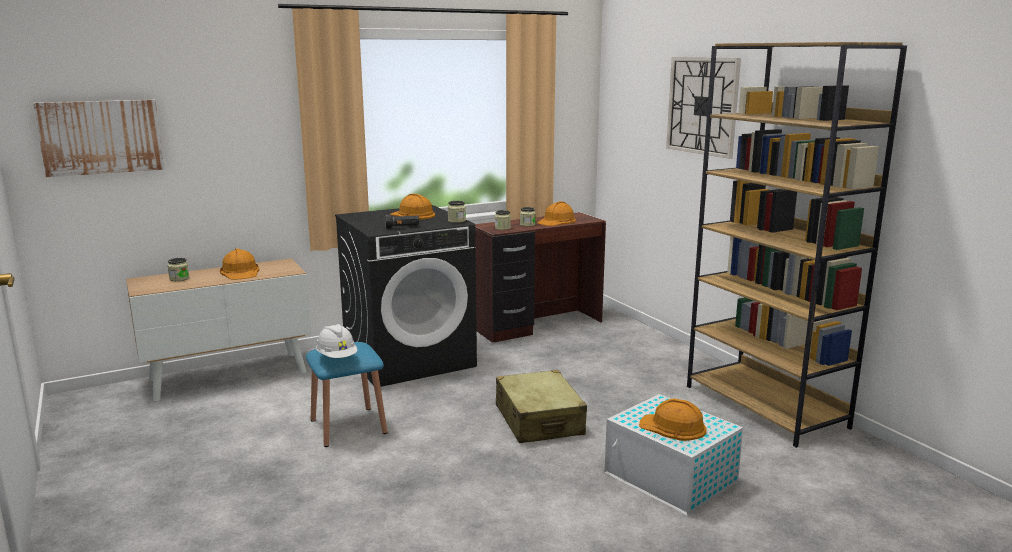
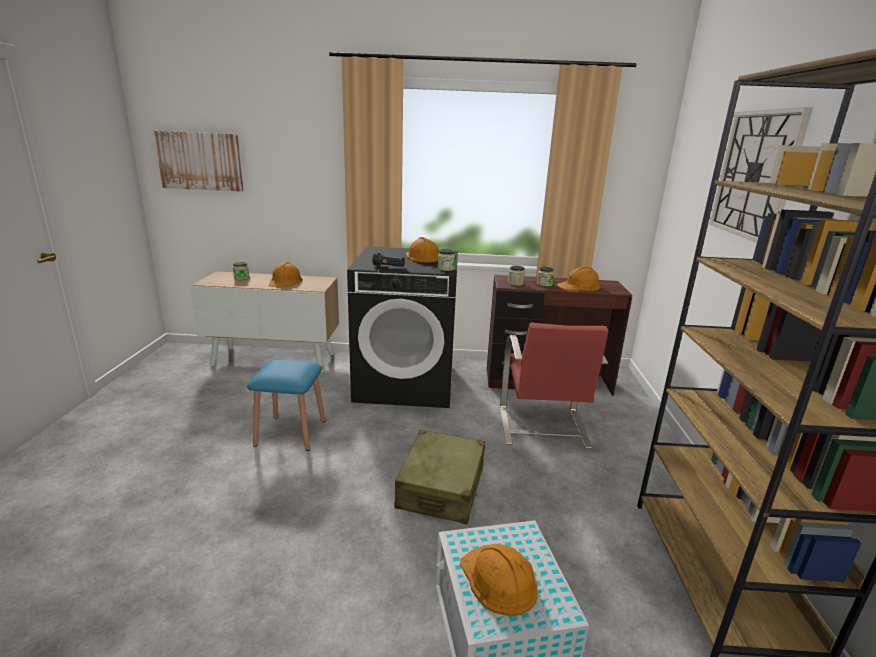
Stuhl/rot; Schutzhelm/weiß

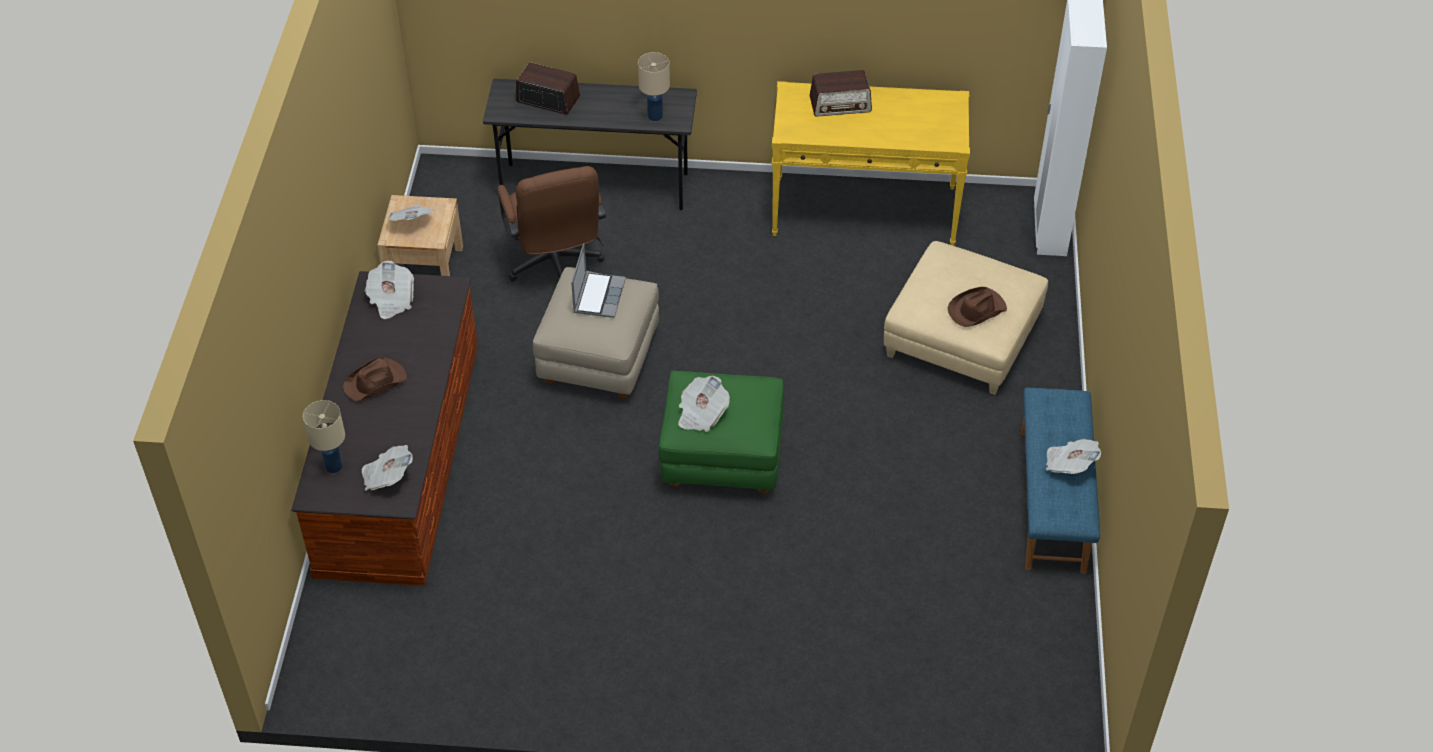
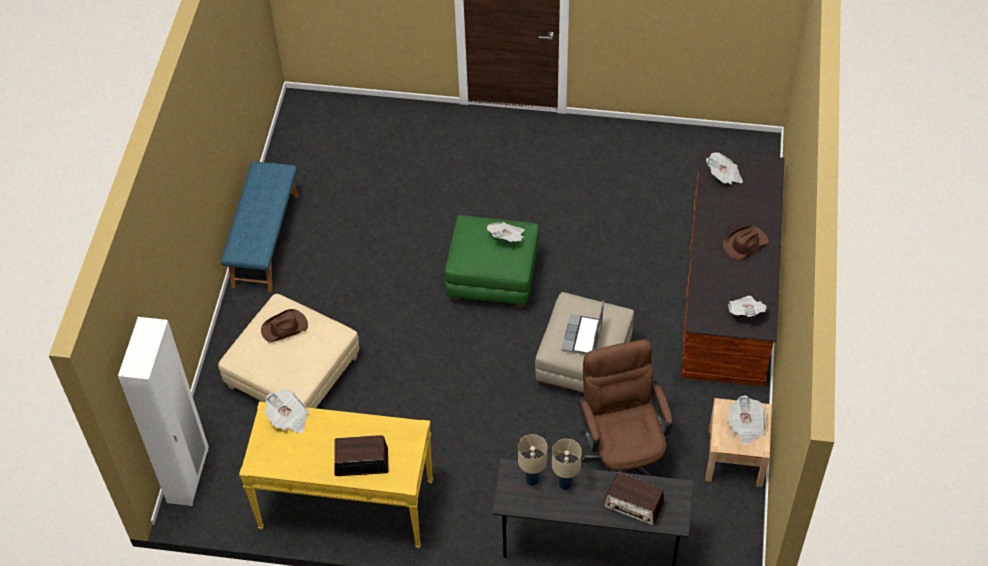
Zeitung (1st from left); Tischlampe/beige (2nd from left)

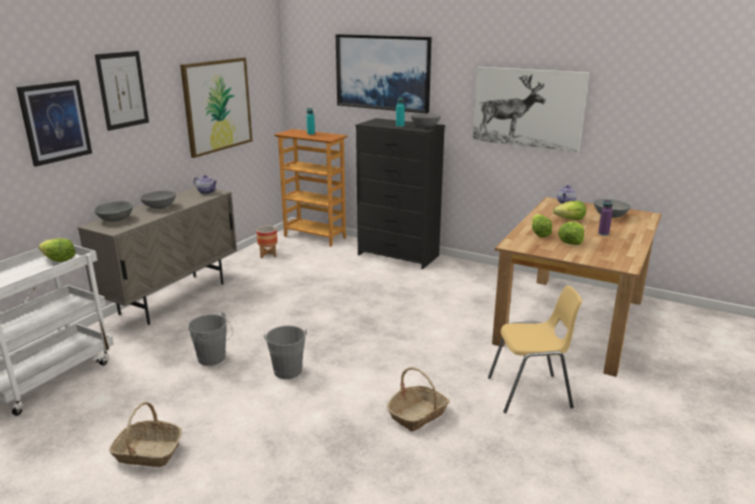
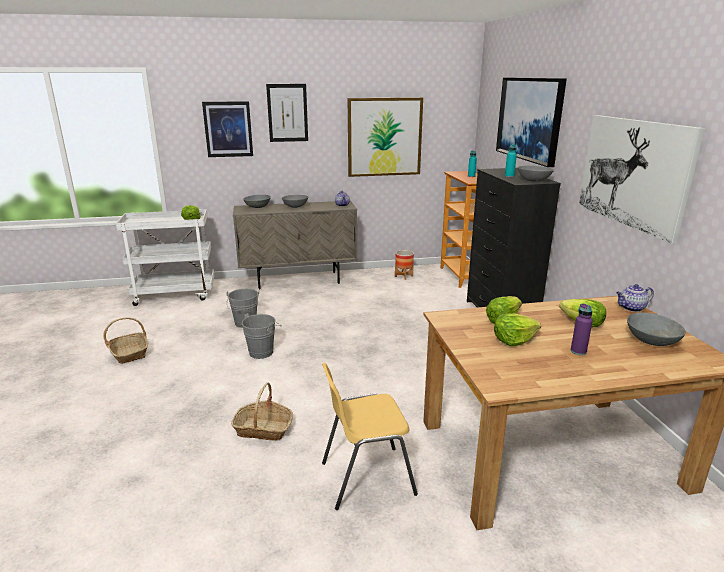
Stuhl/gelb

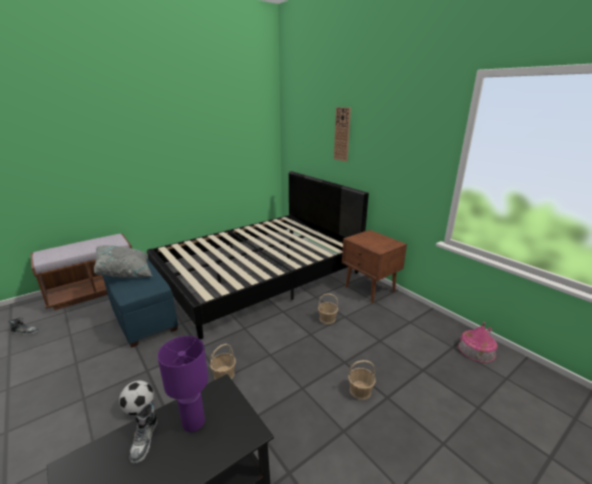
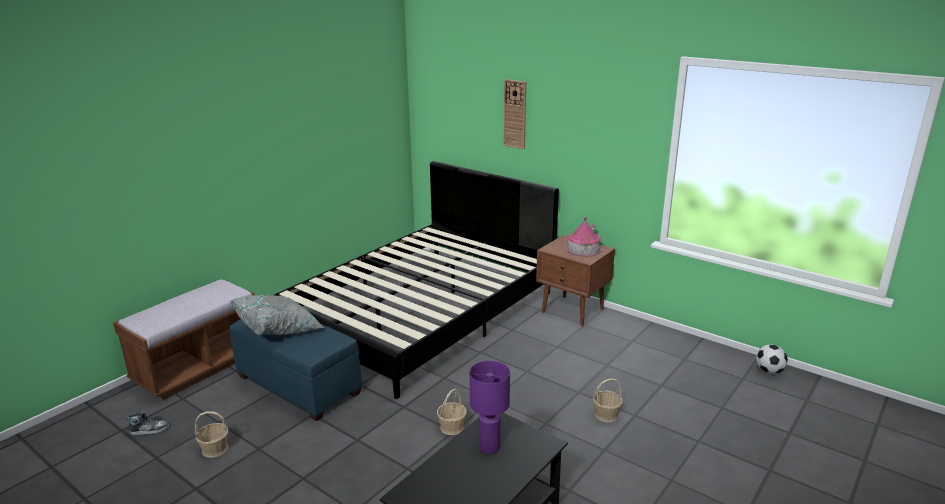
Korb (1st from left); Spielzeughaus; Fußball; Schuh (2nd from left in the first image)

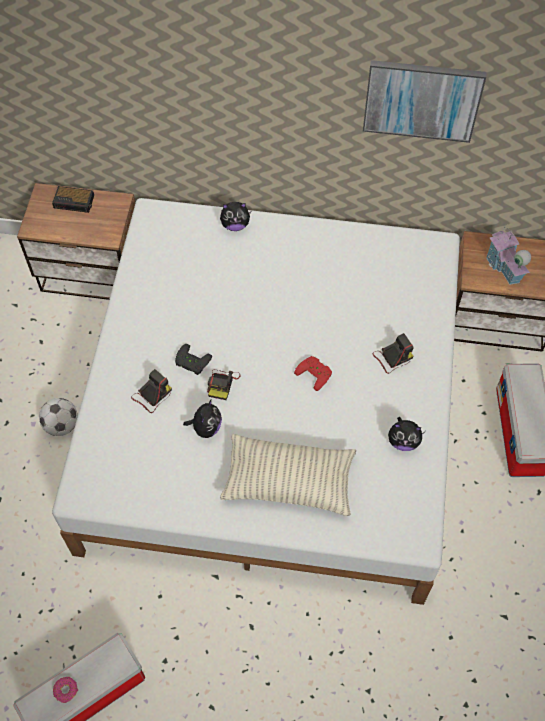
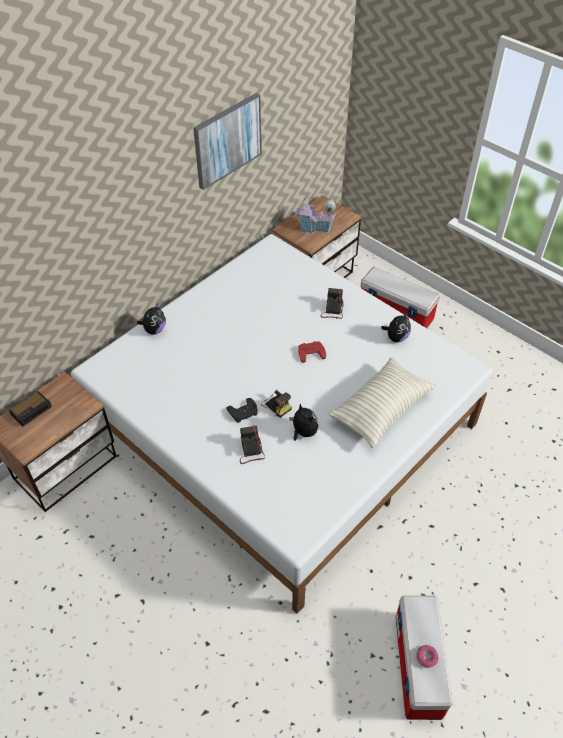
Fußball

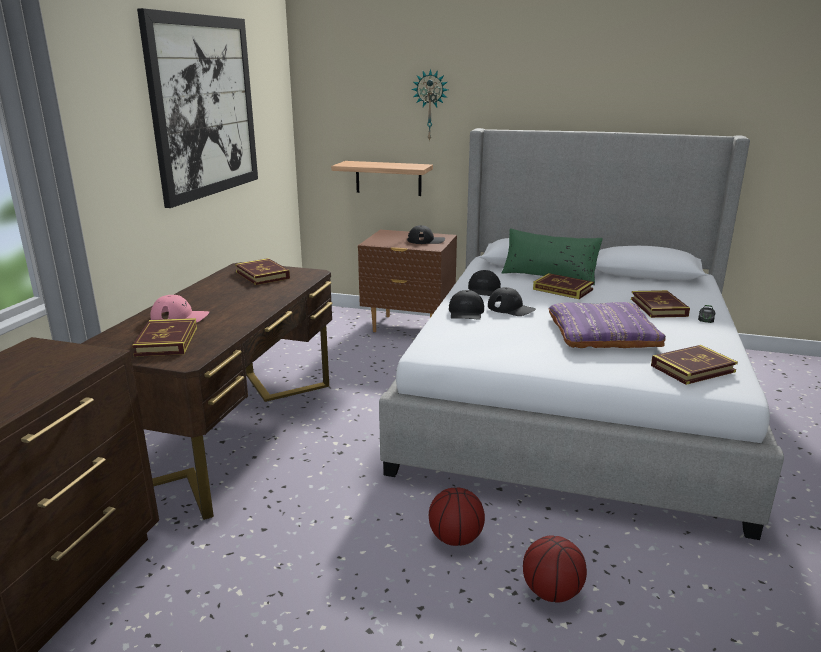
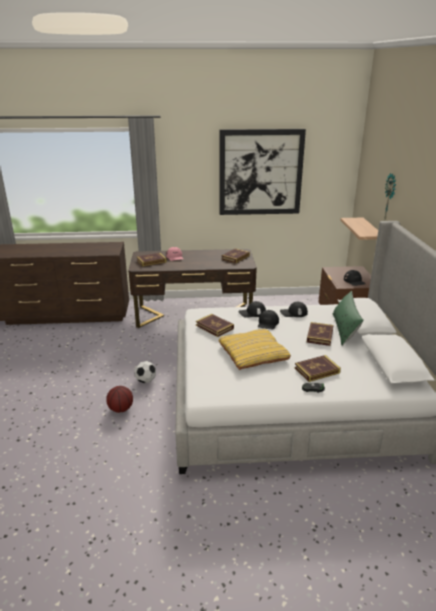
Fußball; Buch (2nd from left); Kissen/gelb

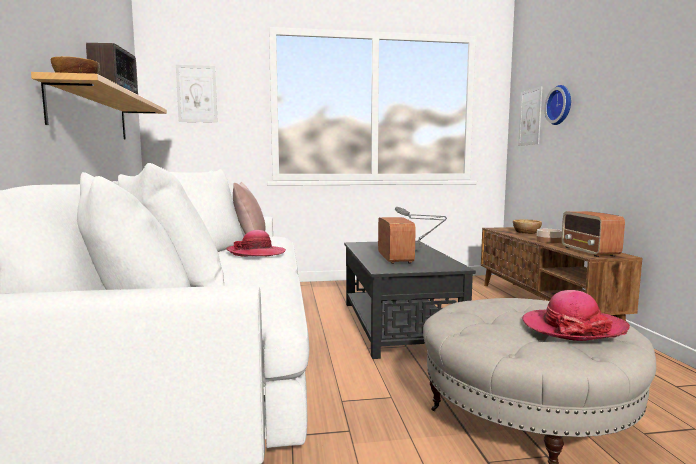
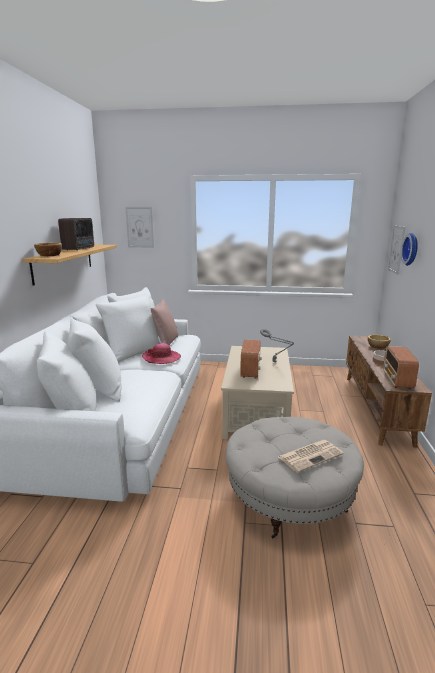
Couchtisch/beige; Zeitung

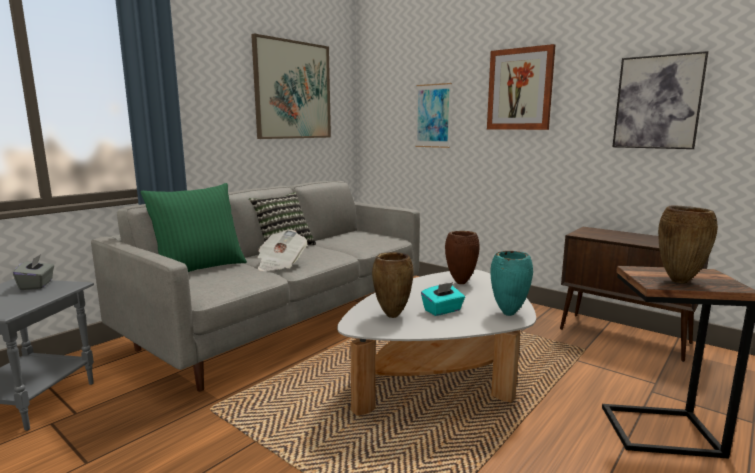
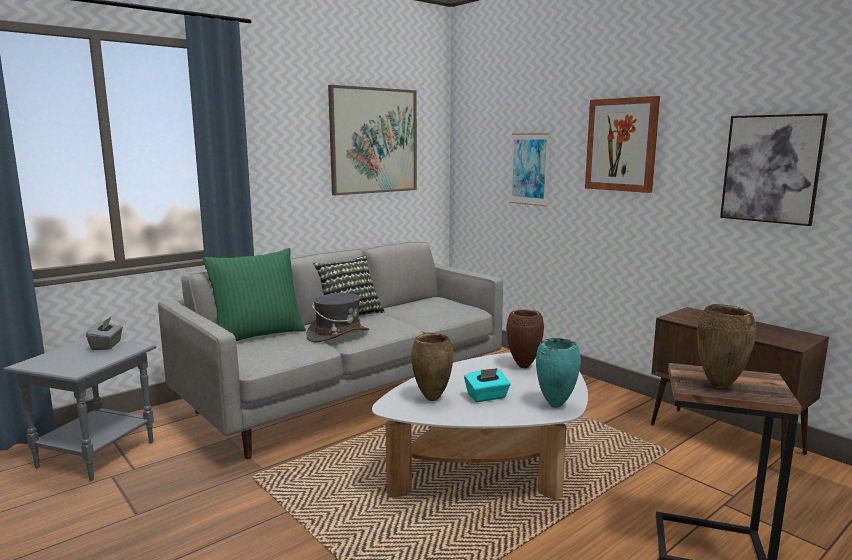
Hut/grau

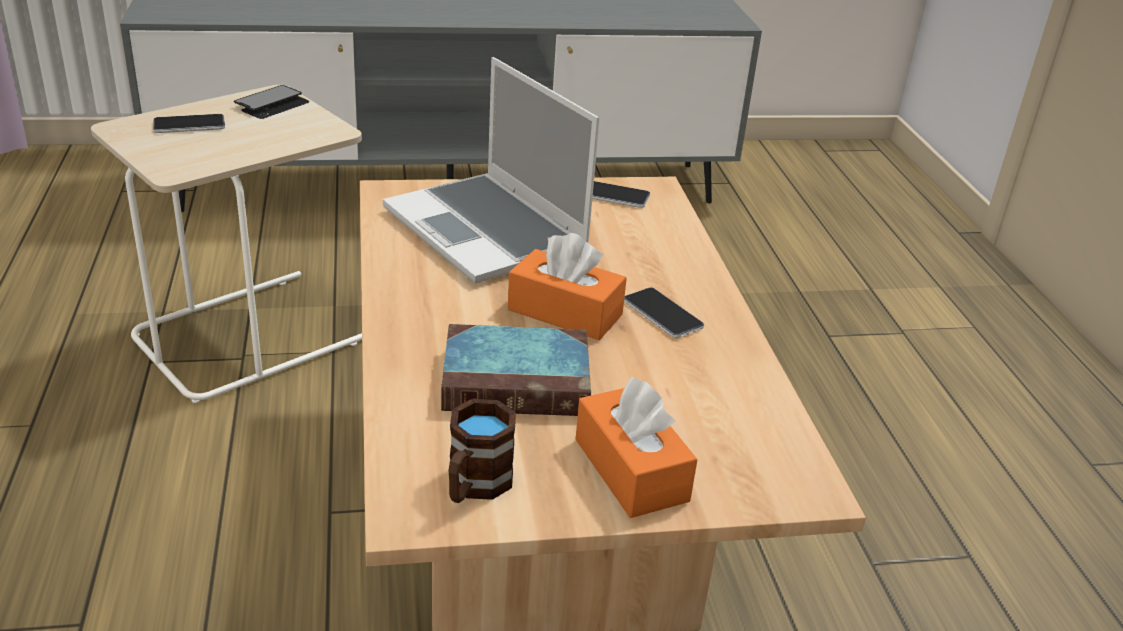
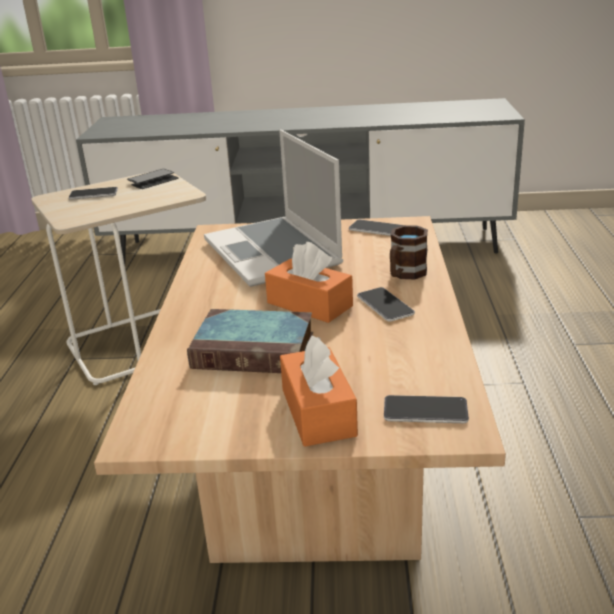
Handy (5th from left); Henkelbecher/braun

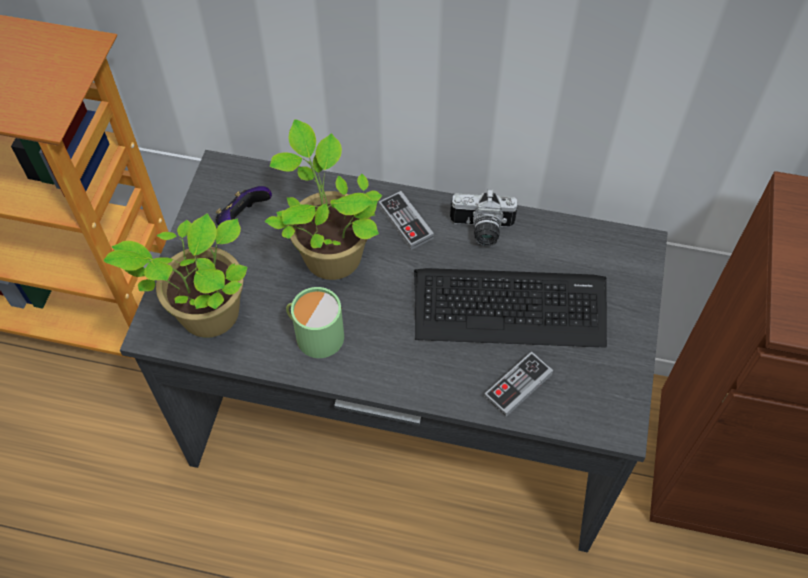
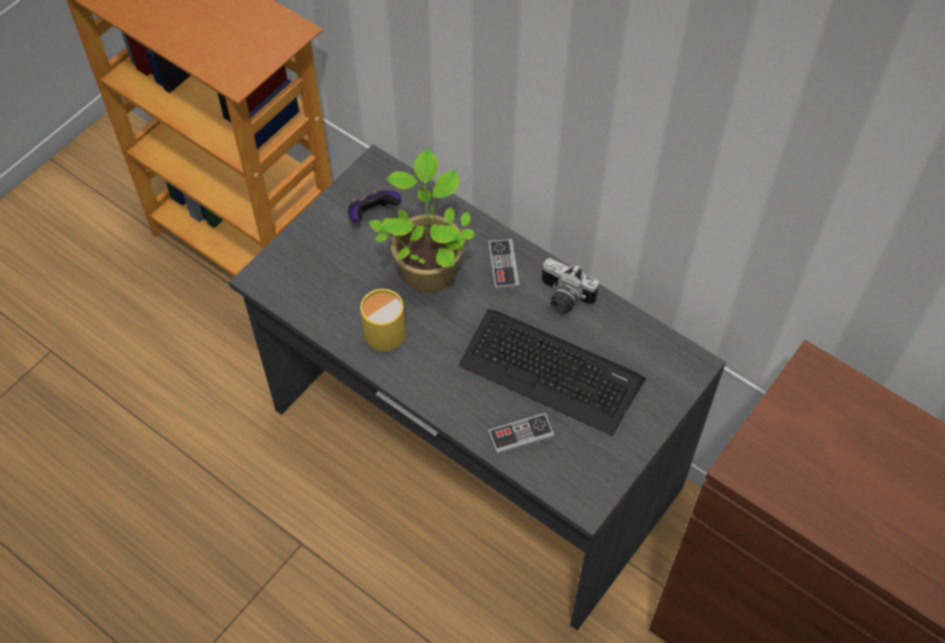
Henkelbecher/gelb; Topfpflanze (1st from left in the first image)

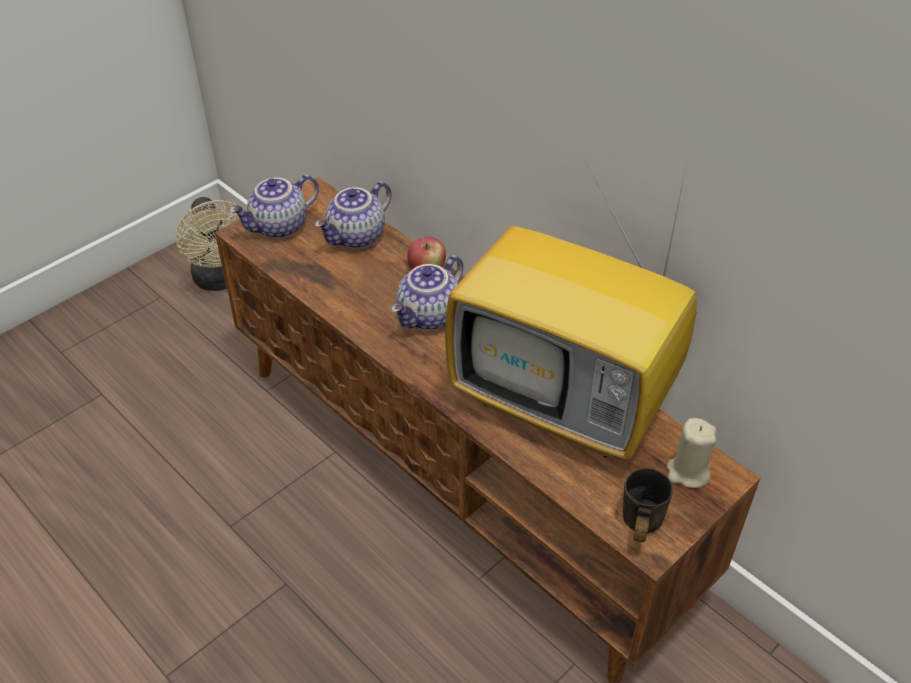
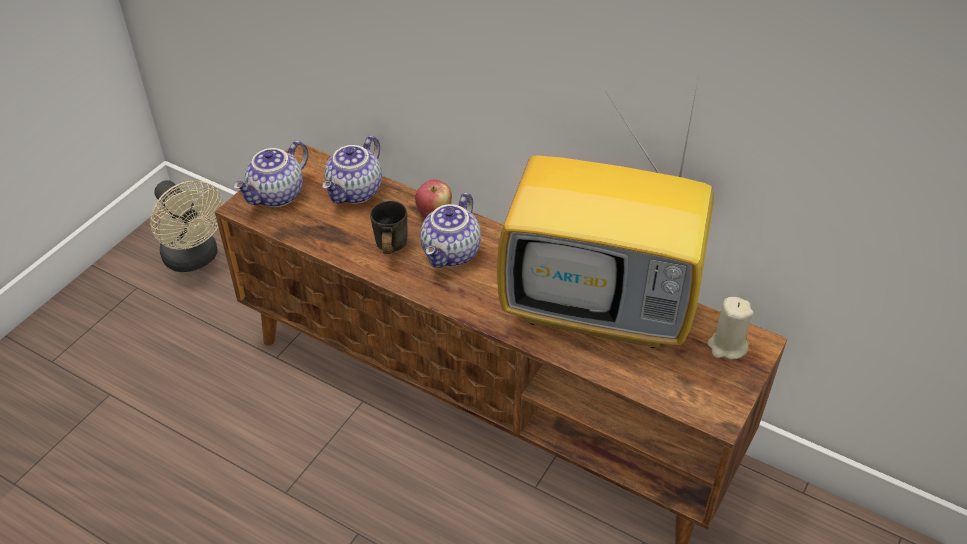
Henkelbecher/grau

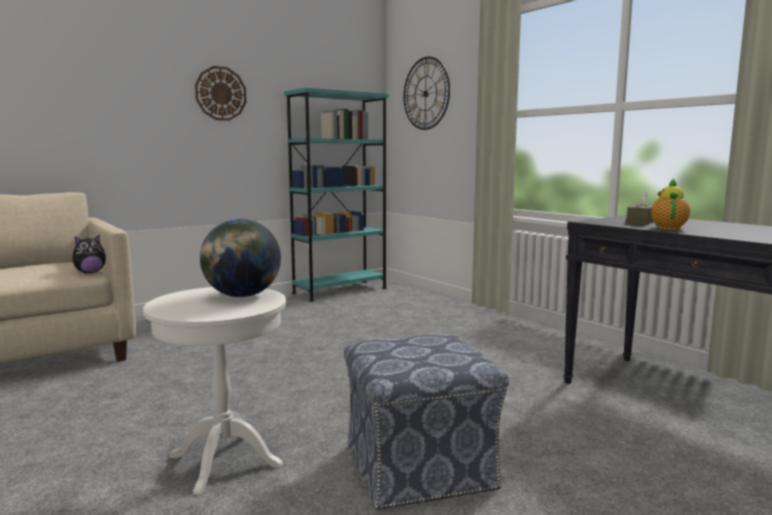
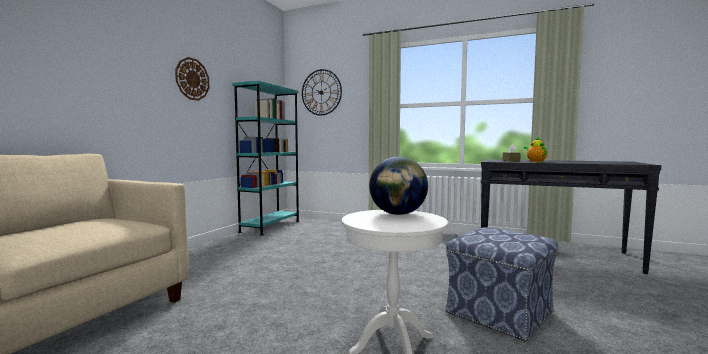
Plüschtier

